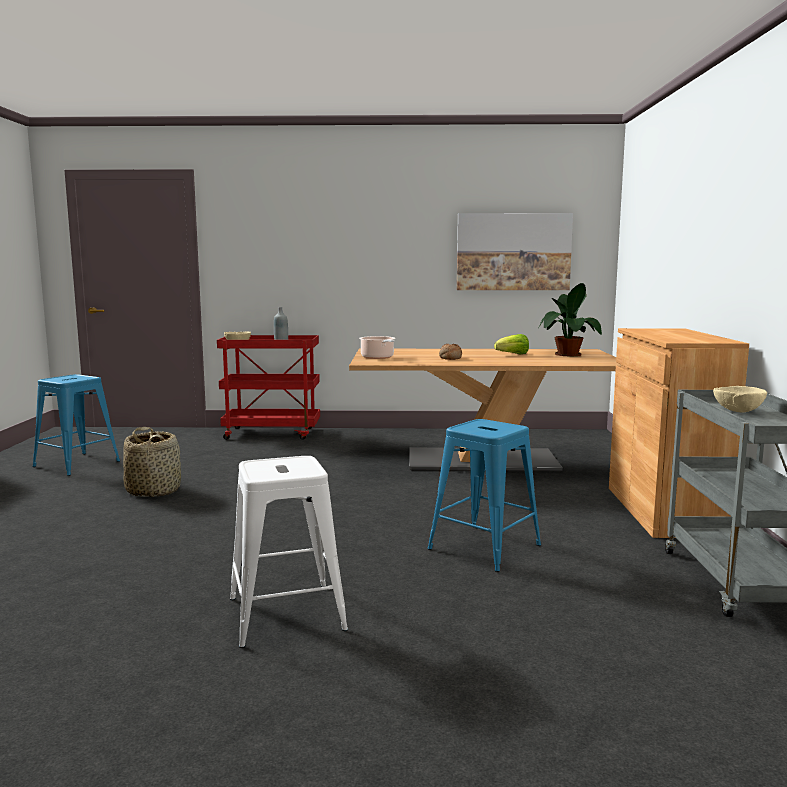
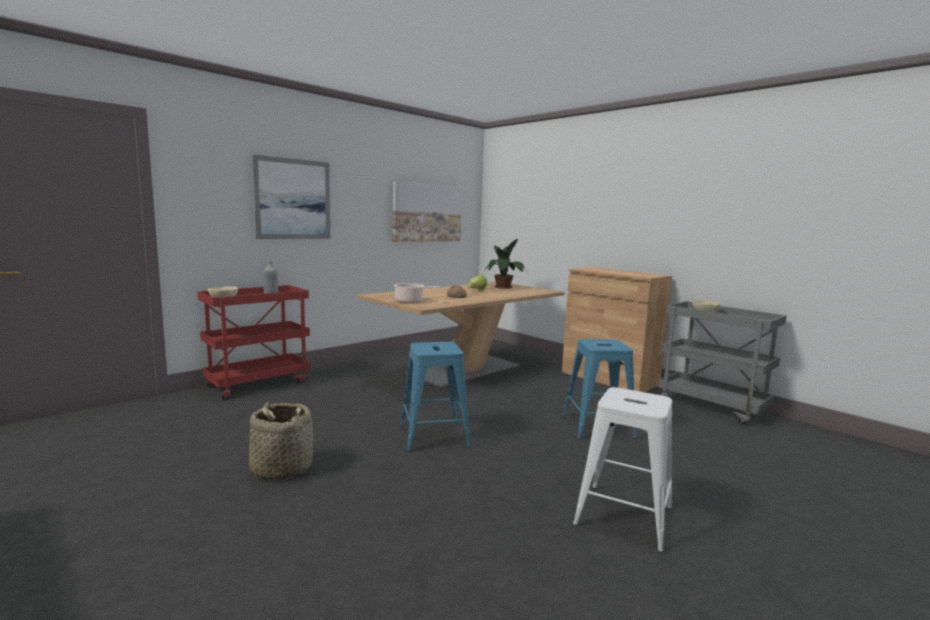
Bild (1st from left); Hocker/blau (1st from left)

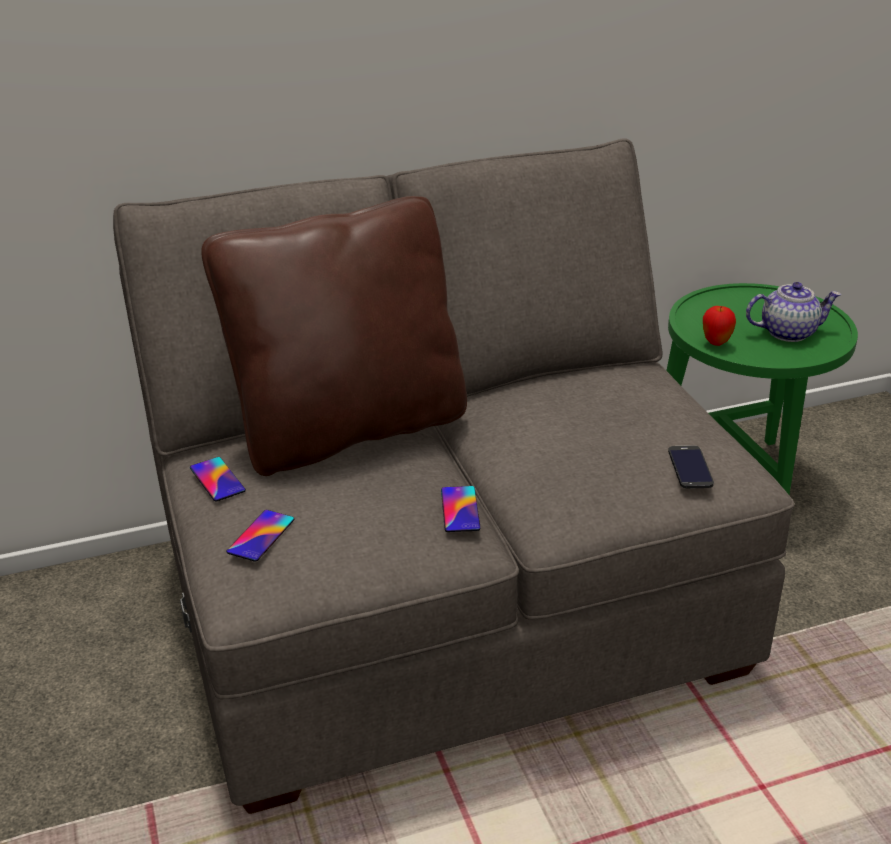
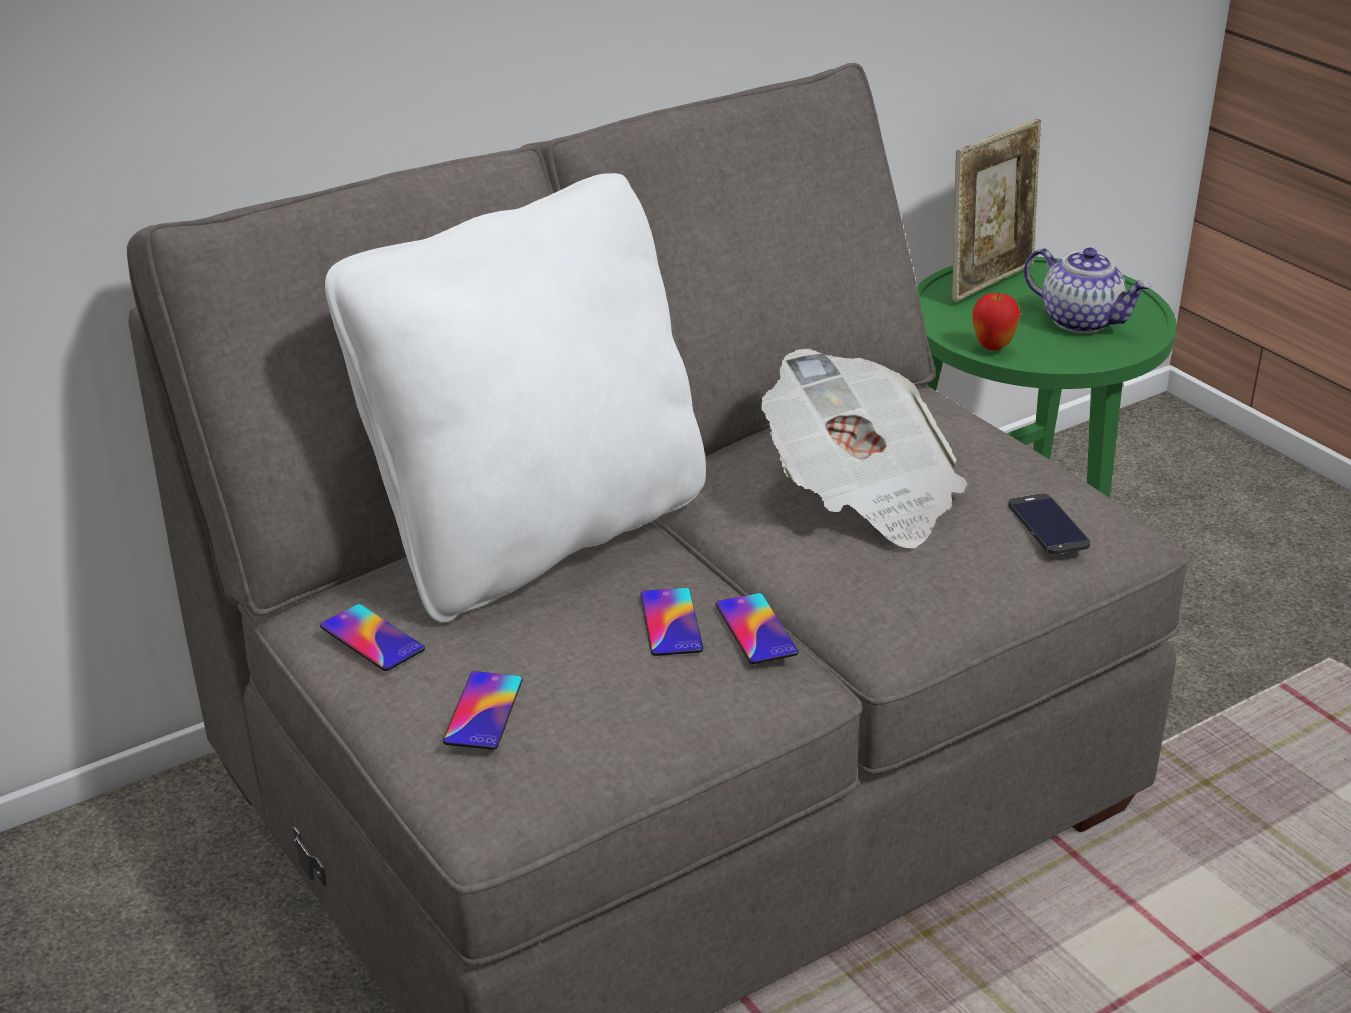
Kissen/weiß; Handy (3rd from left); Zeitung; Bilderrahmen; Teekanne

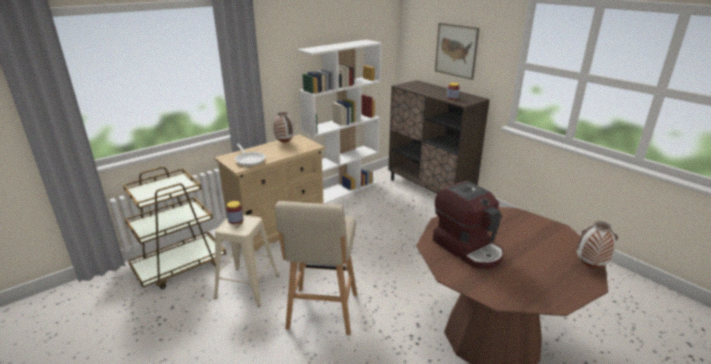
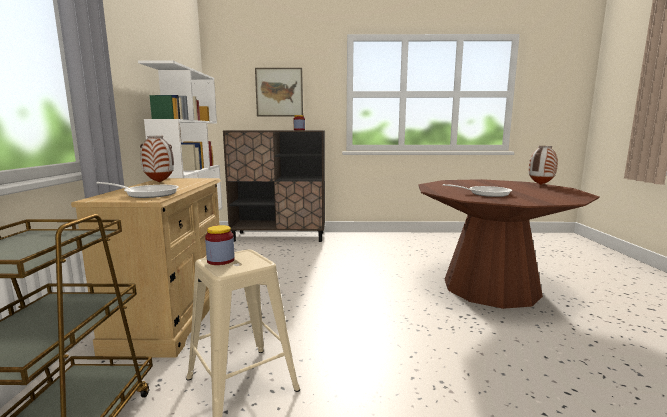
Pfanne (2nd from left); Hocker/beige (2nd from left in the first image)

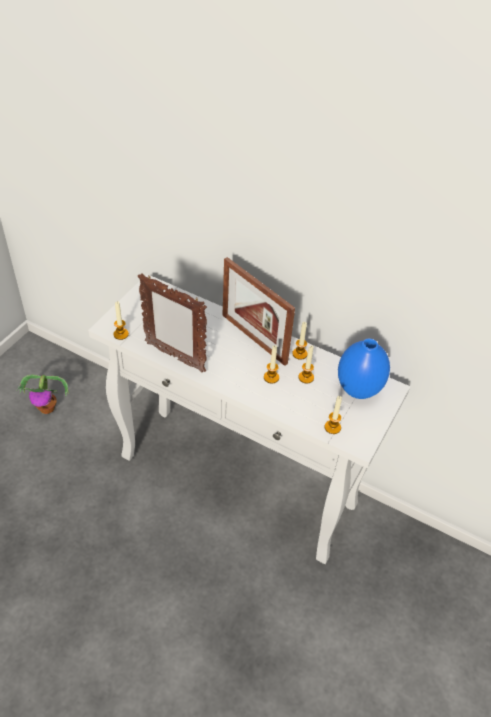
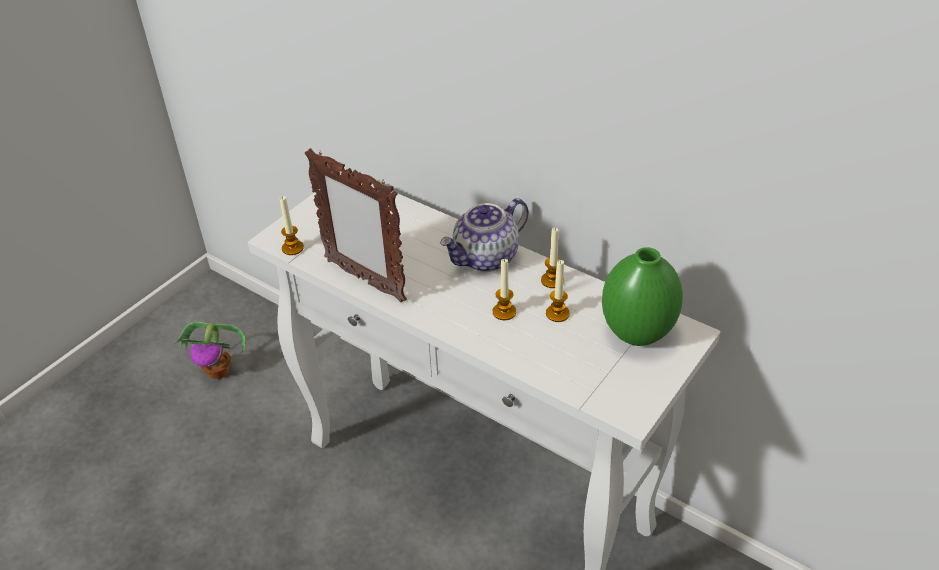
Teekanne; Vase/grün; Kerze (5th from left in the first image)

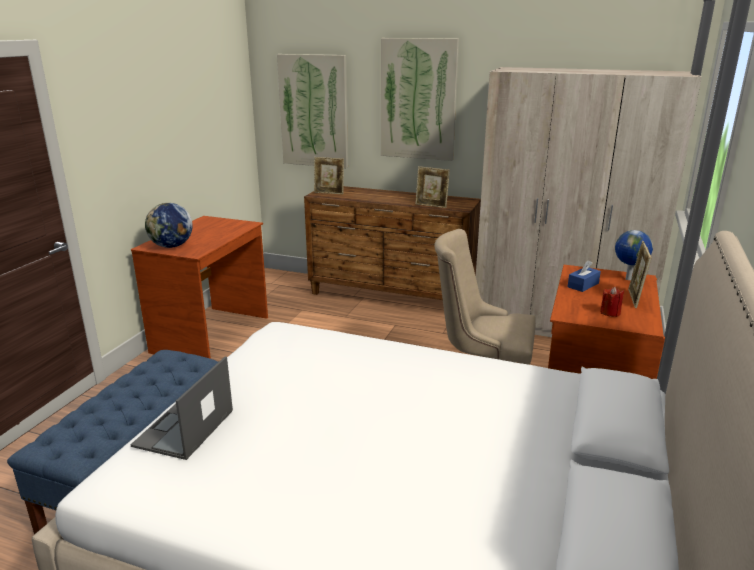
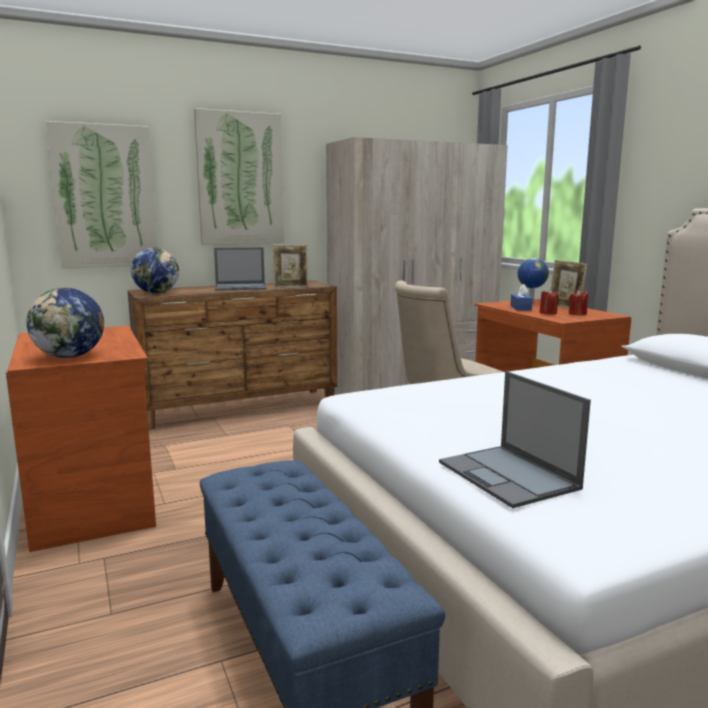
Globus (2nd from left); Laptop (1st from left); Kerze/rot (1st from left)

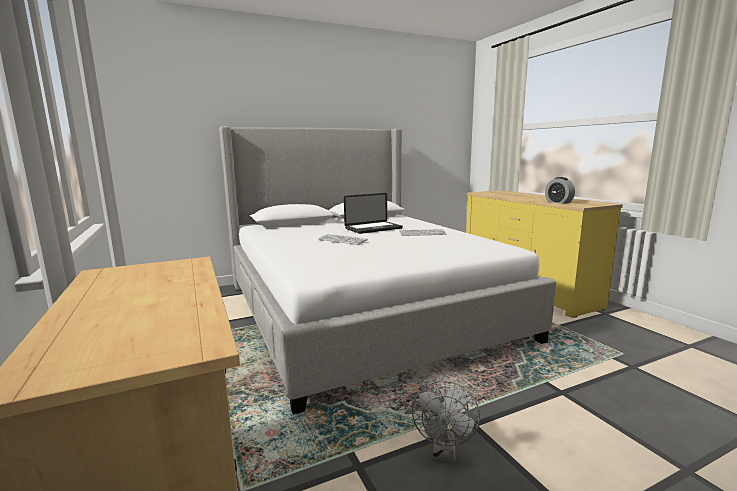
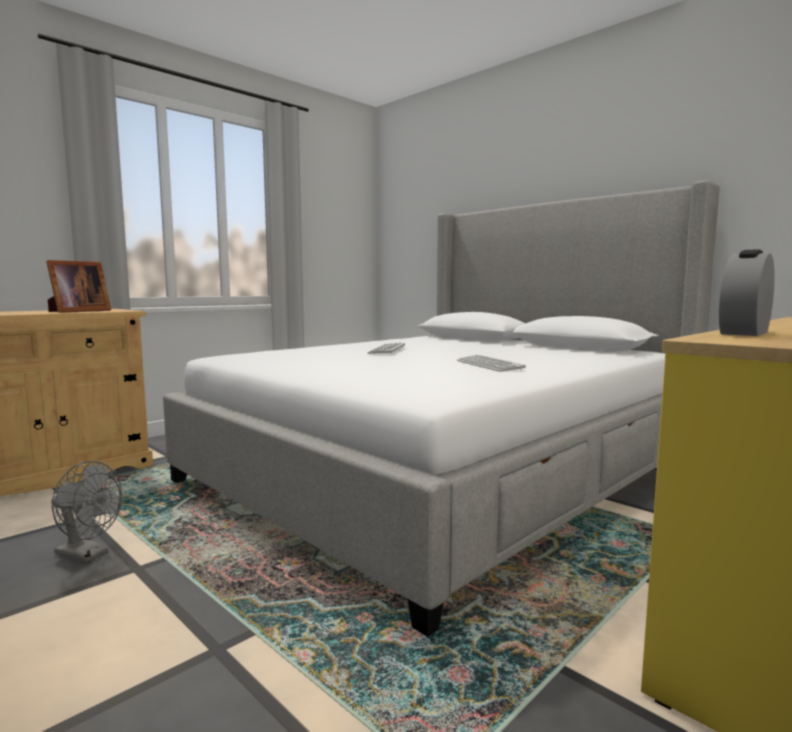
Bilderrahmen; Ventilator/grau; Laptop

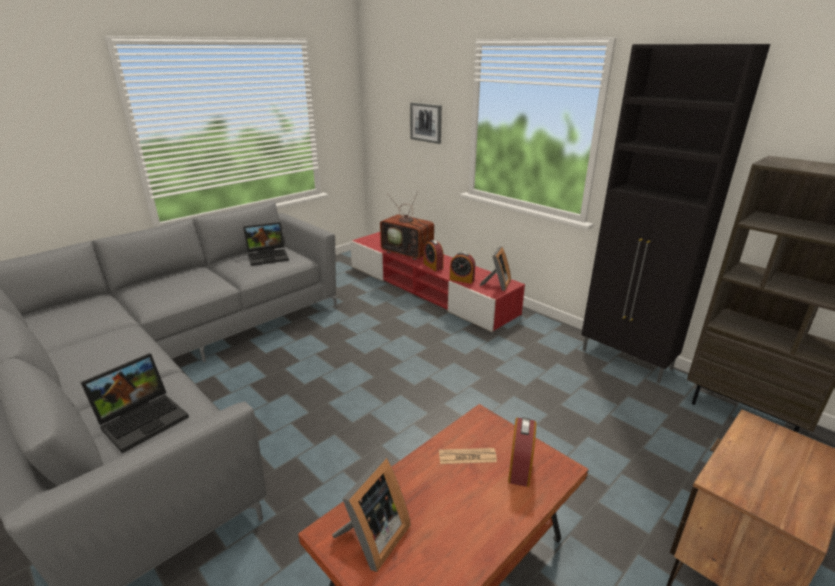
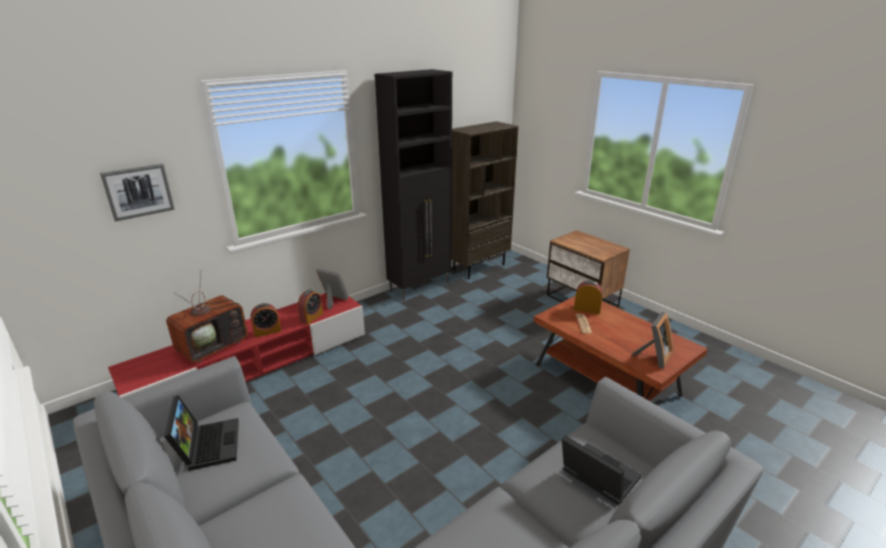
Bilderrahmen (2nd from left)

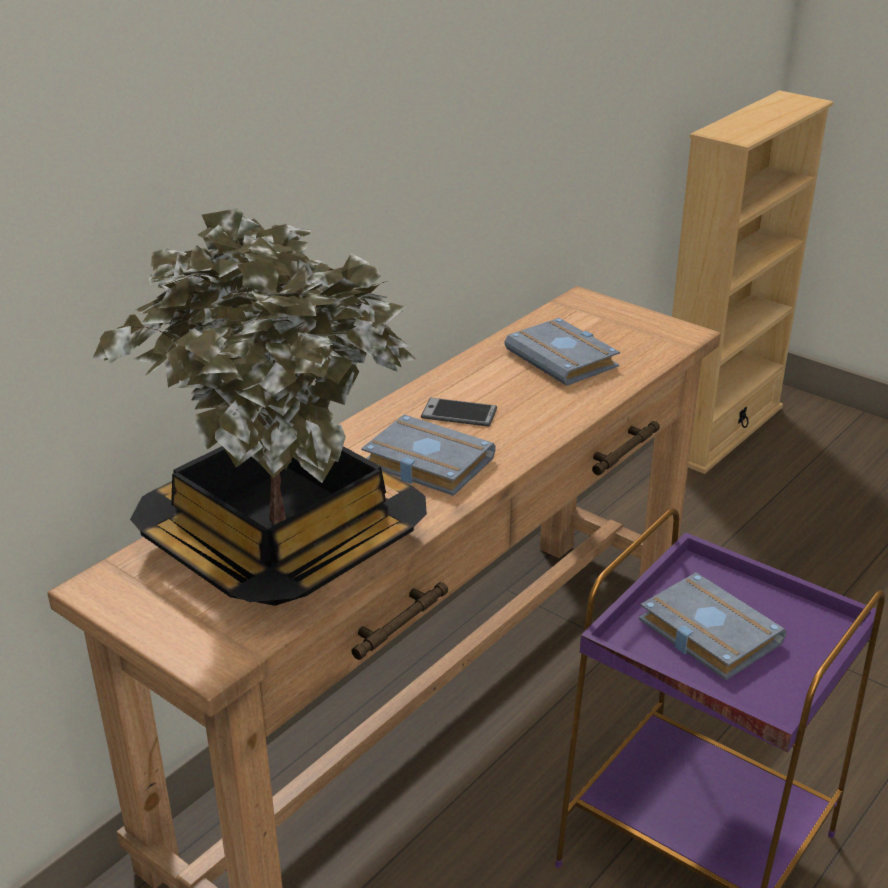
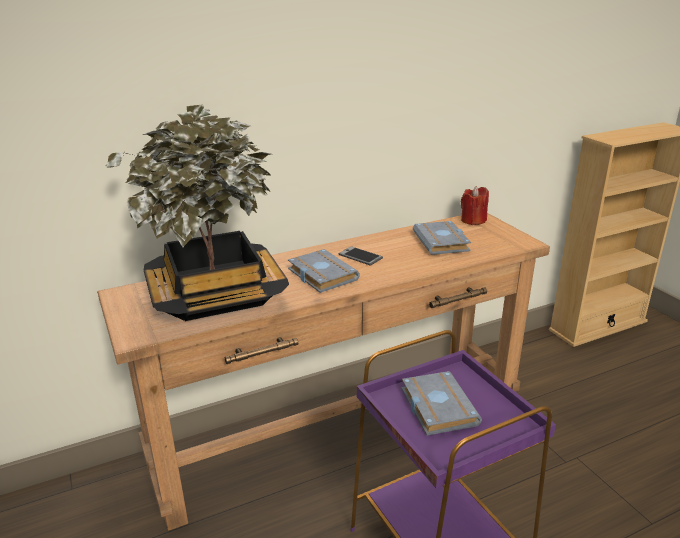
Kerze/rot

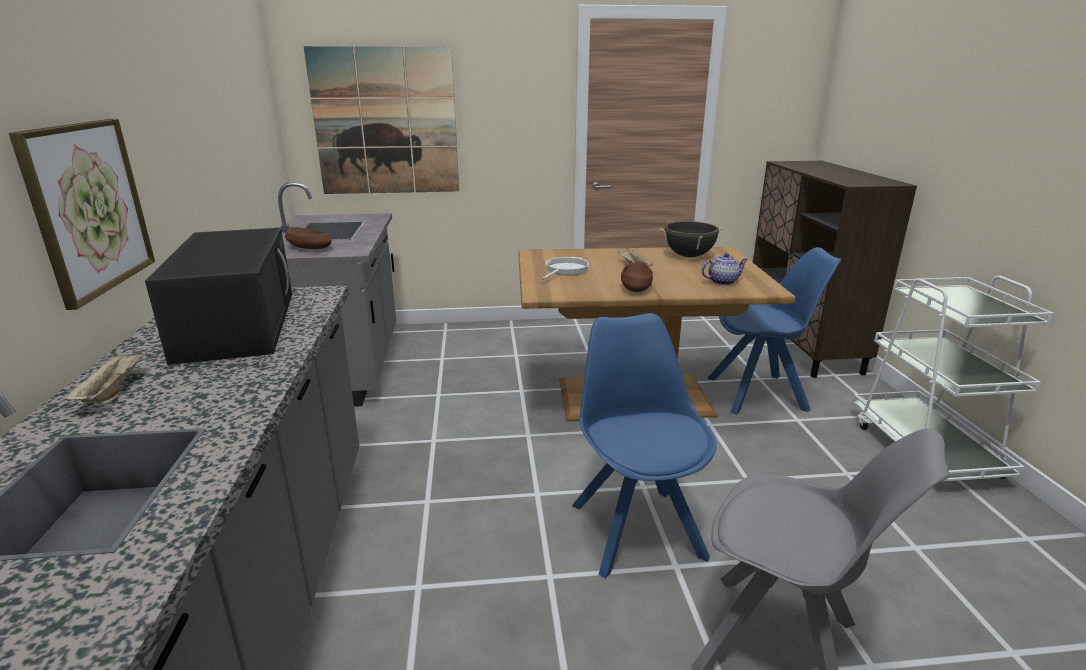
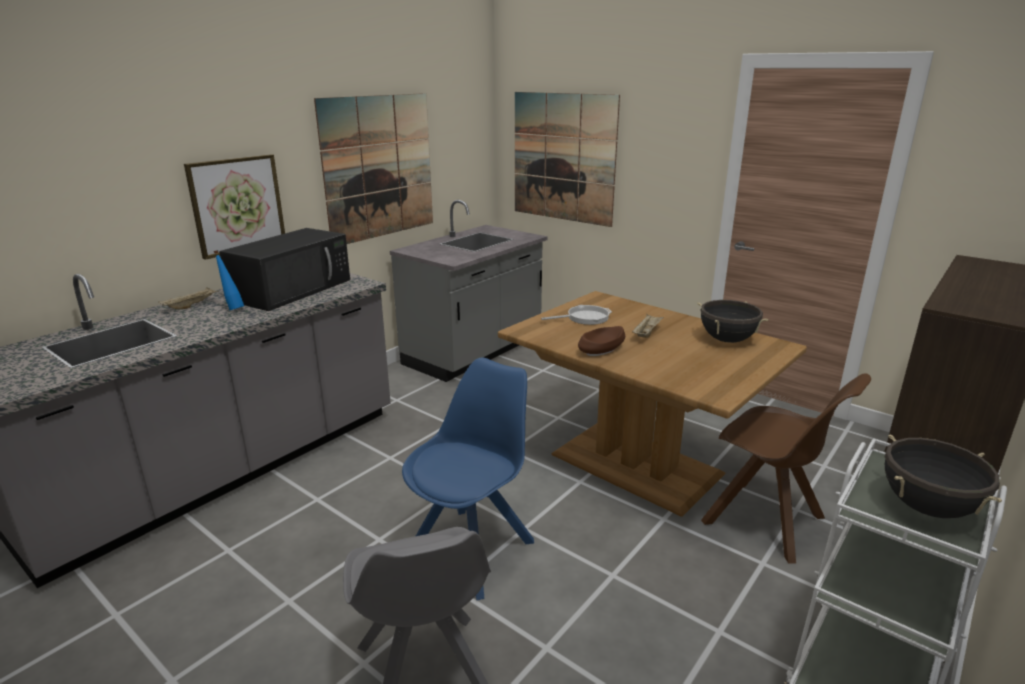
Flasche/blau; Bild (2nd from left); Stuhl/braun; Kochtopf/schwarz (2nd from left); Schüssel/braun (1st from left in the first image); Teekanne

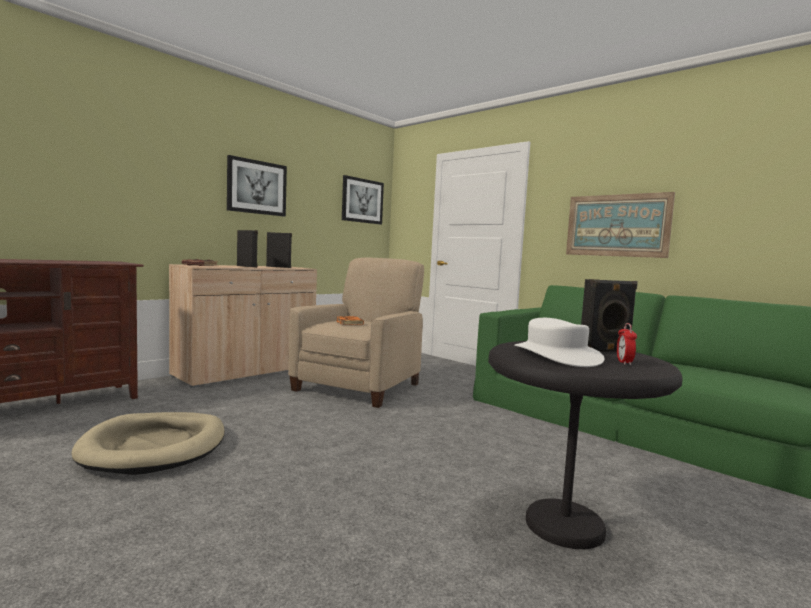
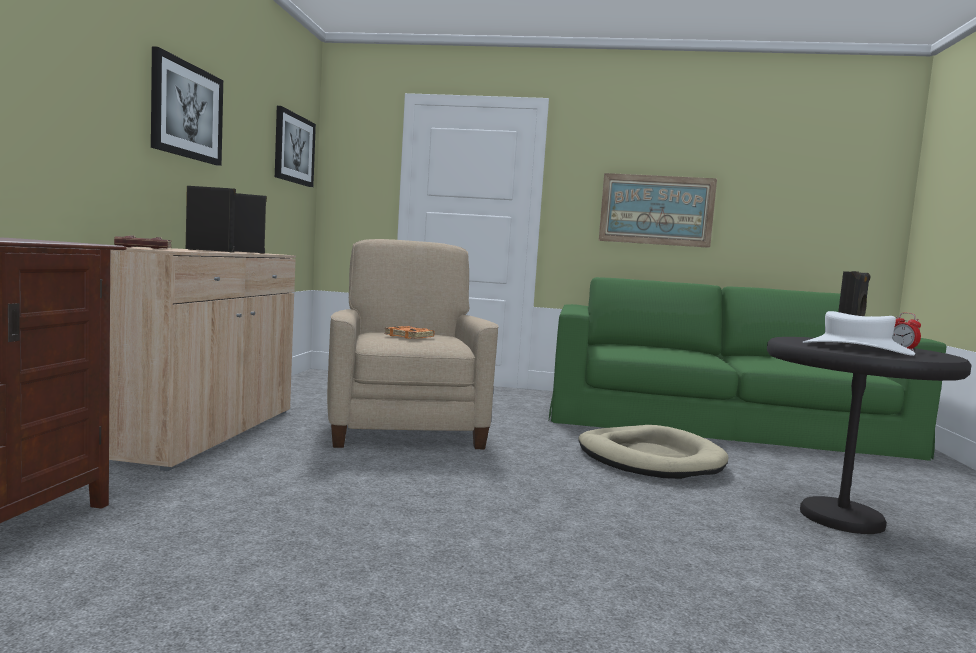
Hundebett/beige

